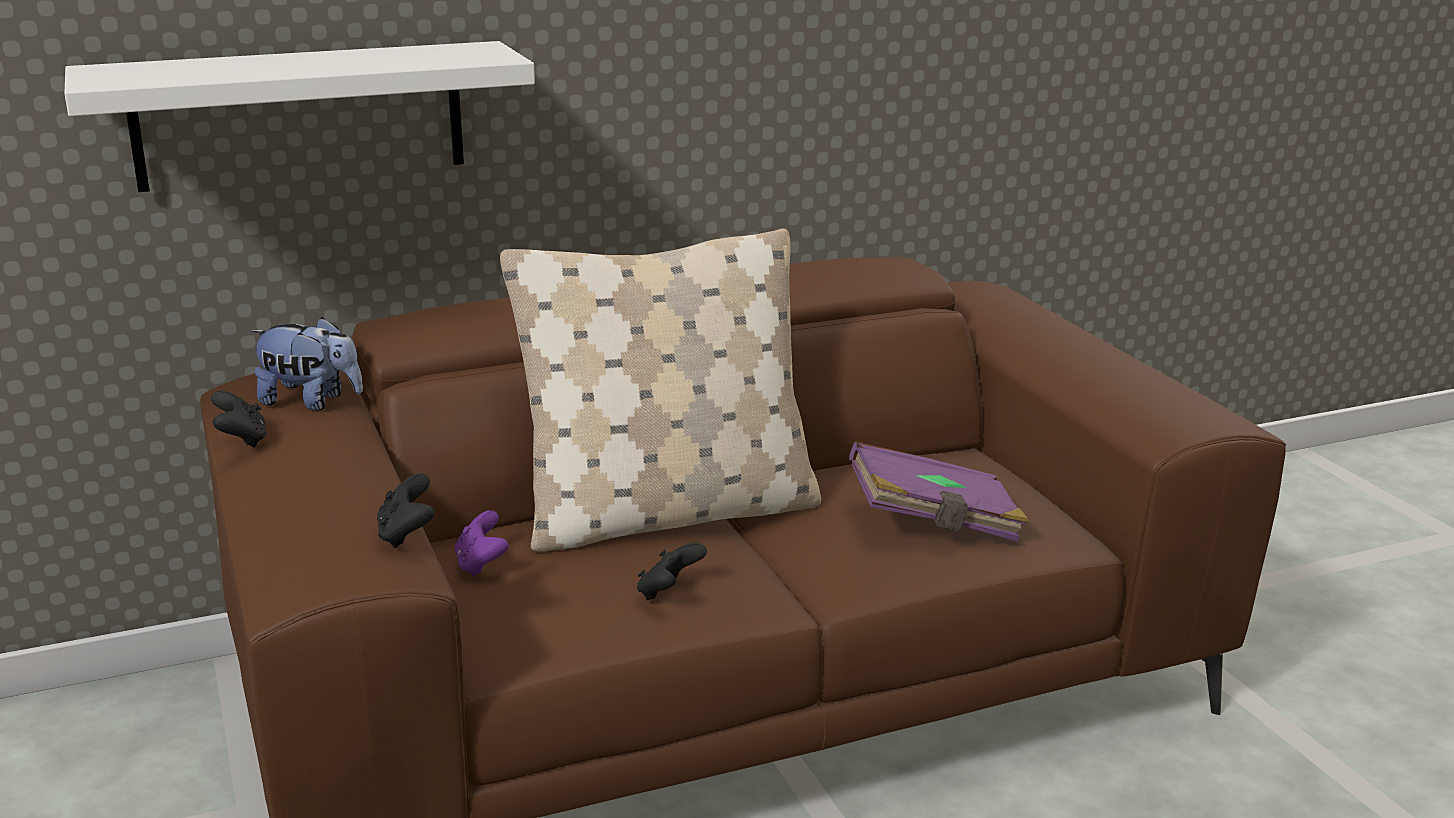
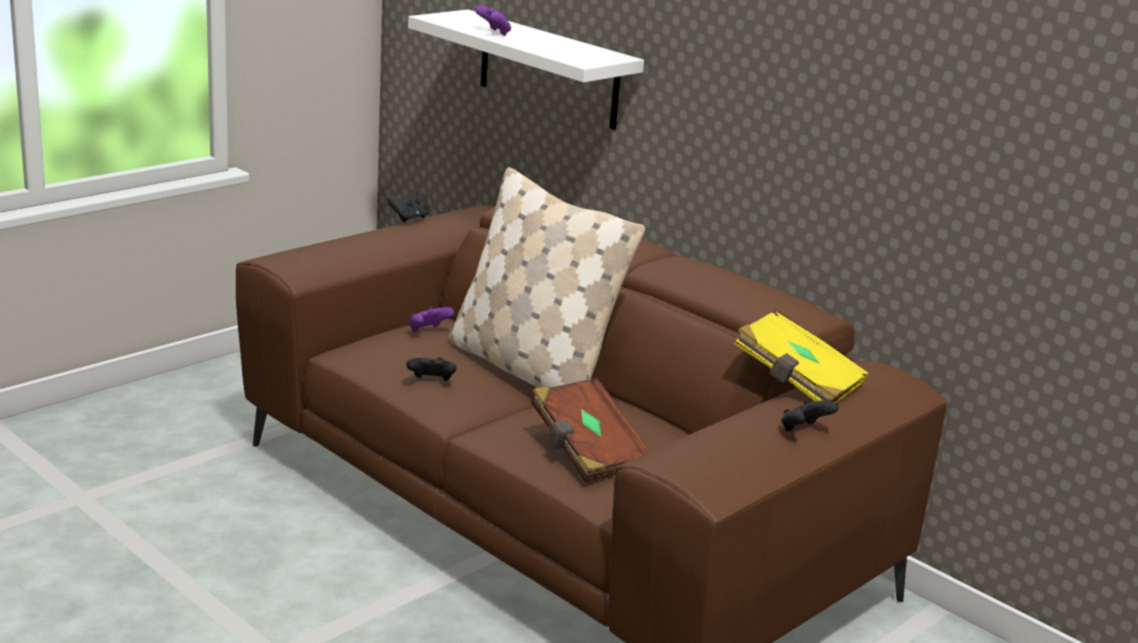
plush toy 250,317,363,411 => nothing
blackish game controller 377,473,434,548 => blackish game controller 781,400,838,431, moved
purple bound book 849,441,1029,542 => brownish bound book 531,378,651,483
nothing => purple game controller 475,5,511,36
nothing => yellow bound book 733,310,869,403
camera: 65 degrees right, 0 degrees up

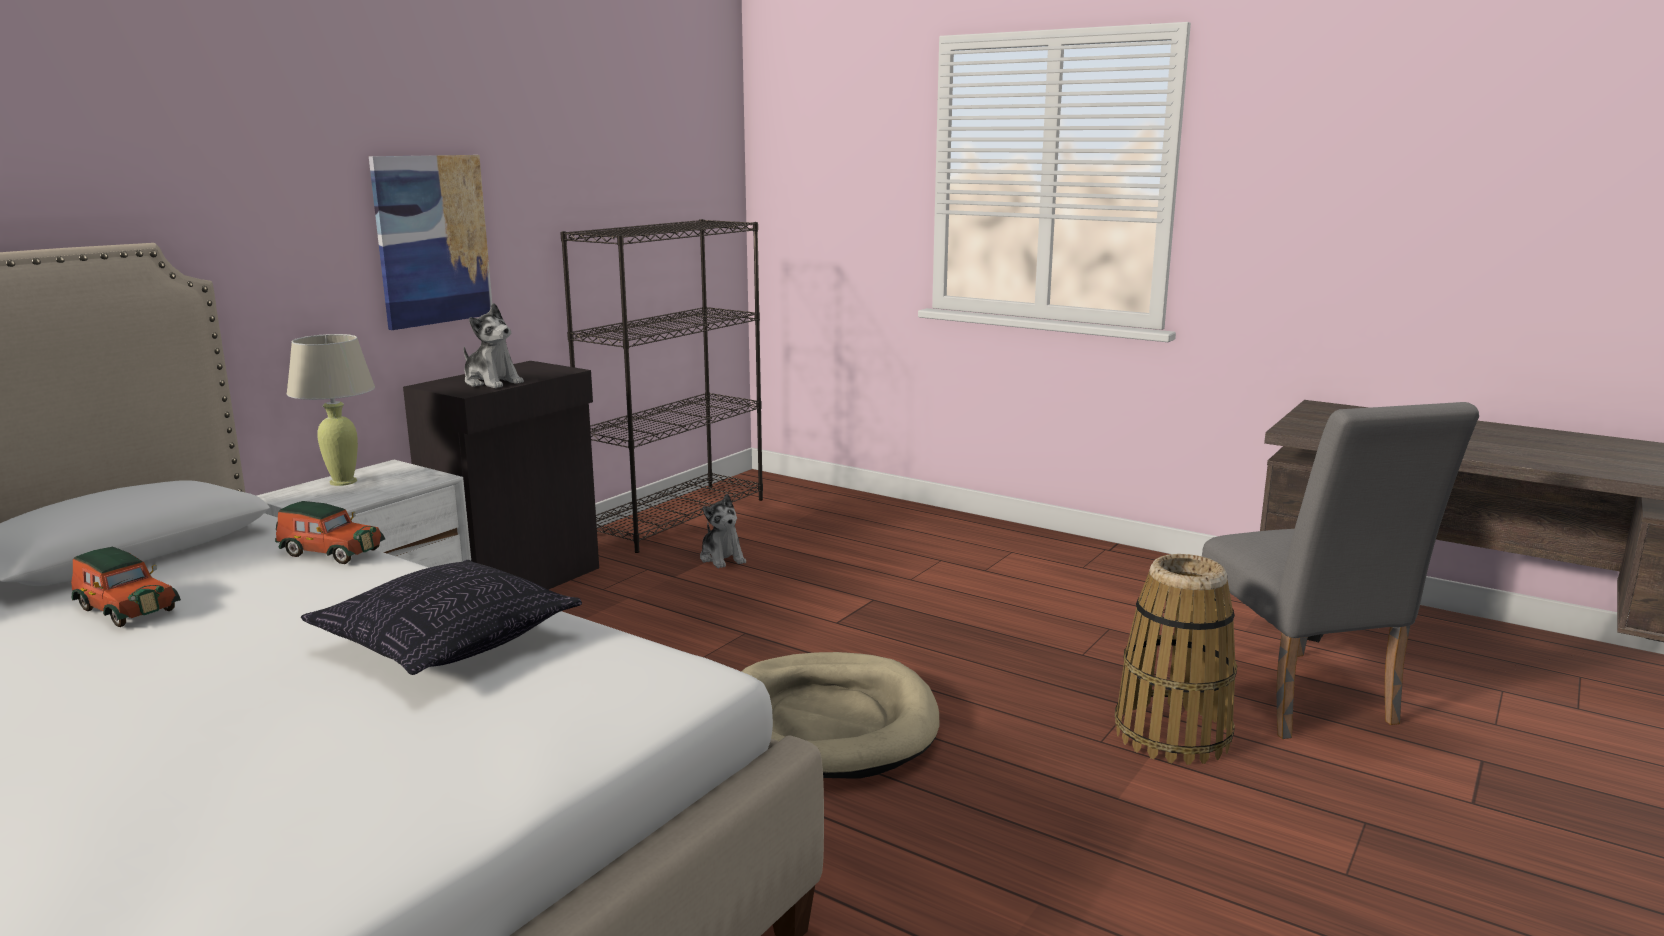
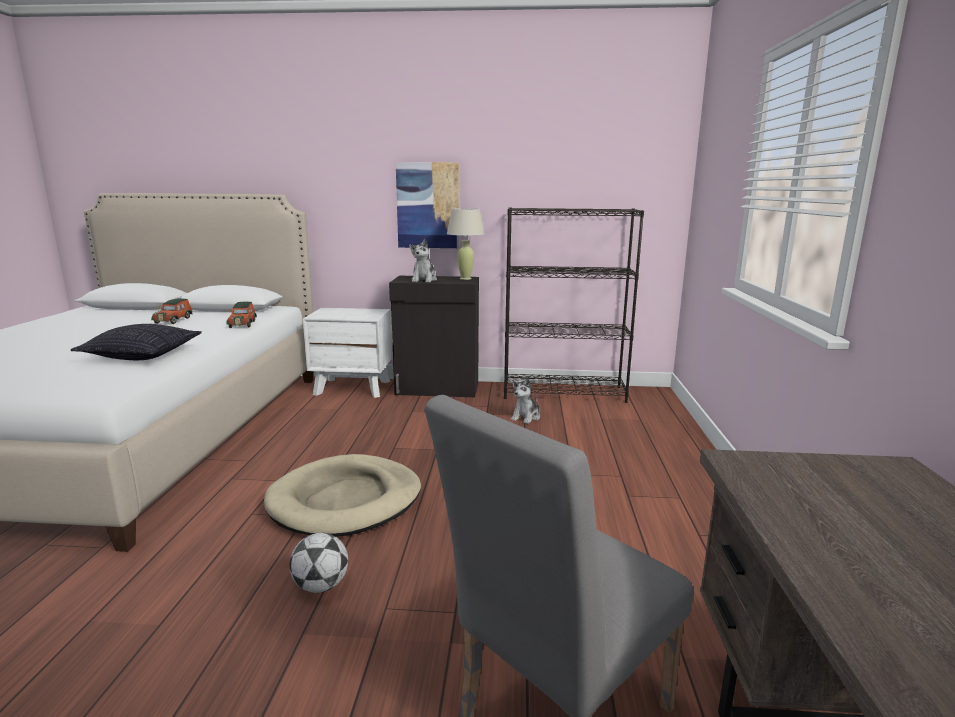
beige table lamp 286,334,375,486 => beige table lamp 447,208,485,280, moved
storage basket 1115,554,1237,765 => nothing
nothing => football 289,533,348,593
camera: 60 degrees right, 0 degrees up

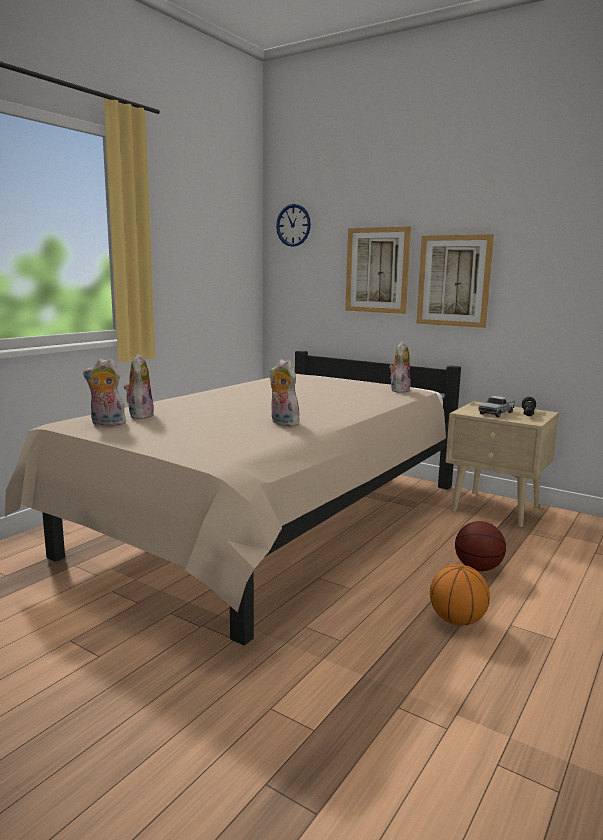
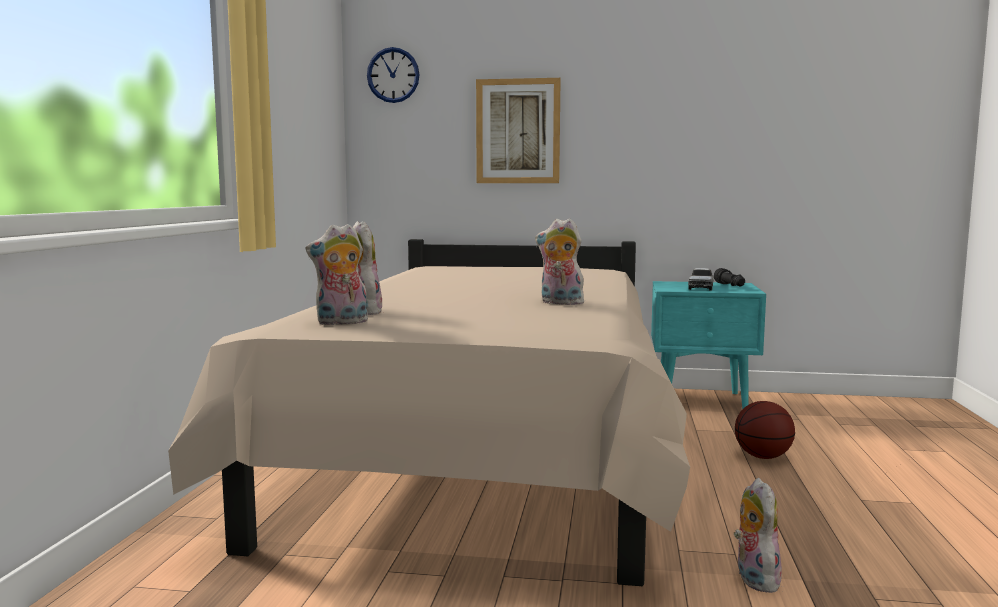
plush toy 389,341,411,393 => plush toy 734,478,782,593, moved
wall picture 416,234,494,328 => nothing
ball for basketball 430,564,490,626 => nothing
beige bedside table 446,401,559,527 => blue-green bedside table 651,281,766,409
camera: 25 degrees left, 5 degrees down

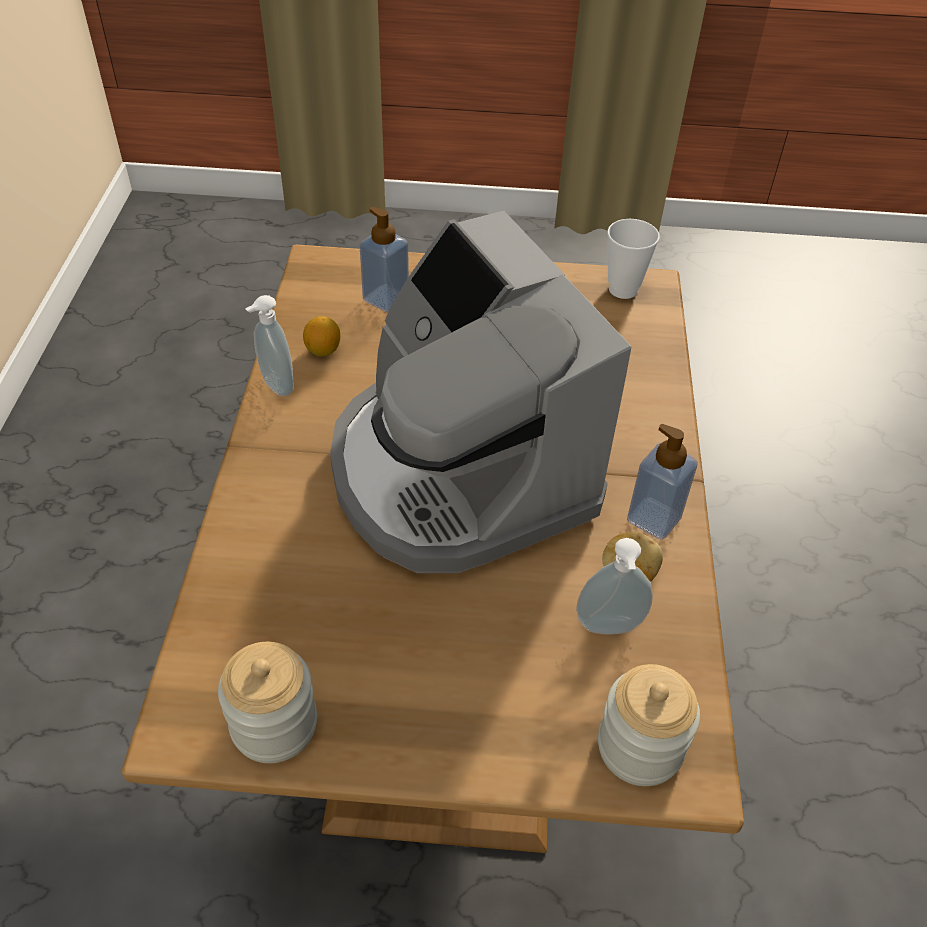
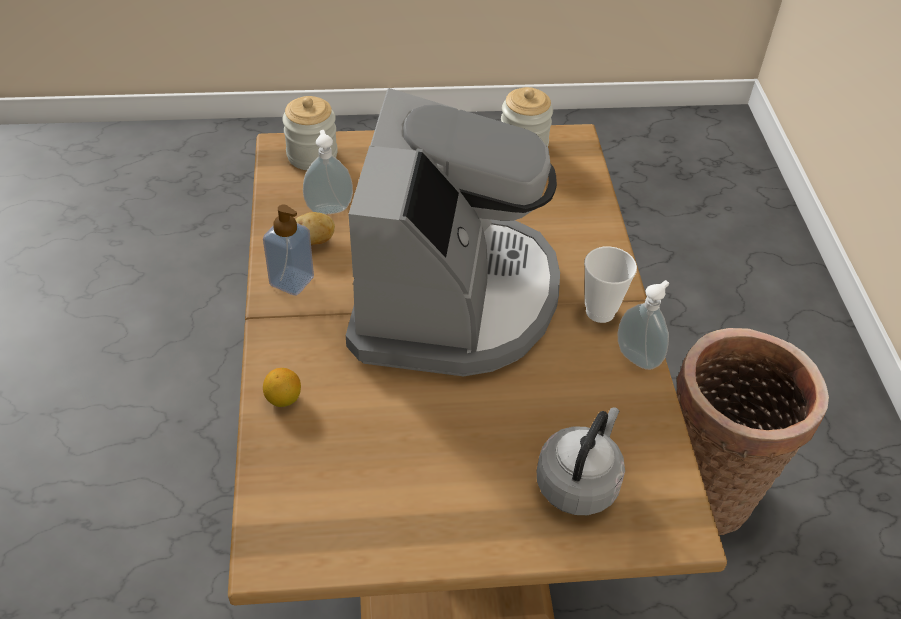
lemon 303,316,340,356 => lemon 263,368,301,407, moved
coffee maker 330,211,632,573 => coffee maker 346,88,560,376, 45 degrees clockwise
liquid soap bottle 360,207,409,312 => grey kettle 537,407,625,515
drinking cup 607,219,660,299 => drinking cup 584,246,637,323, moved
nothing => storage basket 676,328,829,535
camera: 170 degrees right, 0 degrees up

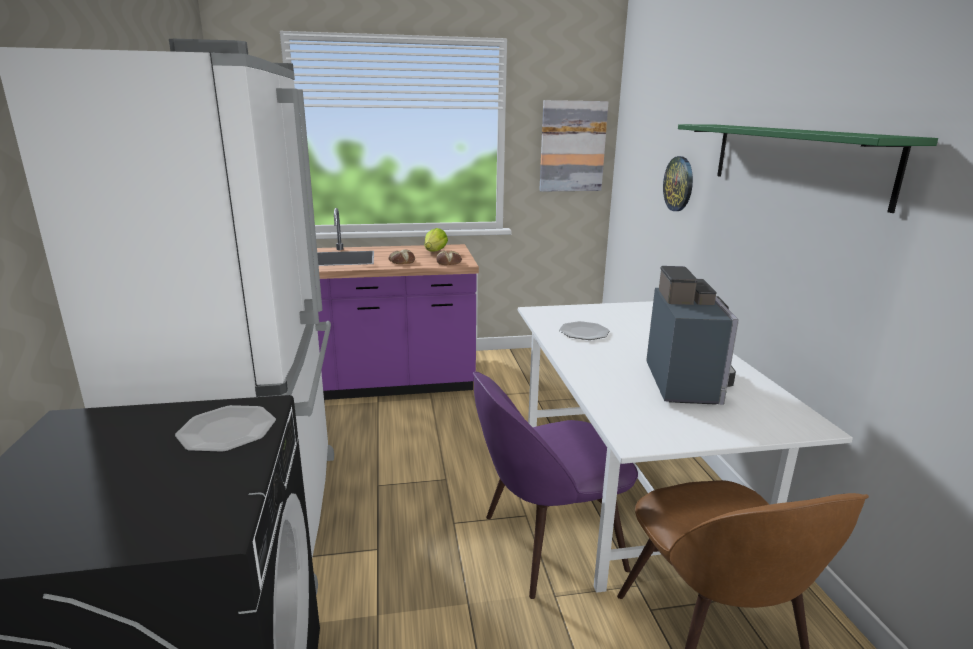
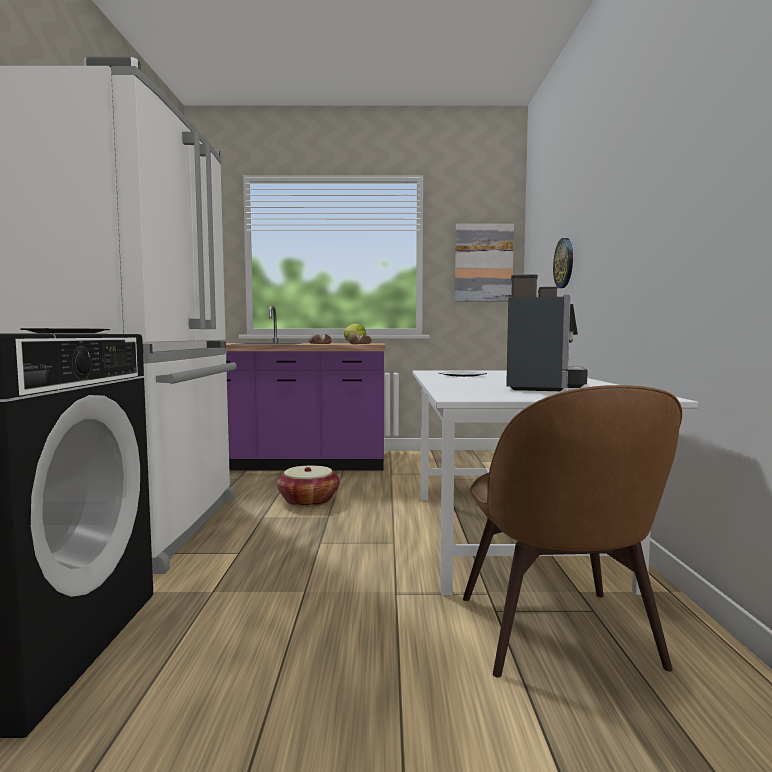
purple plain chair 473,371,638,599 => nothing
green-coloured wall shelf 678,124,938,213 => nothing
nothing => storage basket 277,466,340,507
camera: 10 degrees right, 15 degrees down

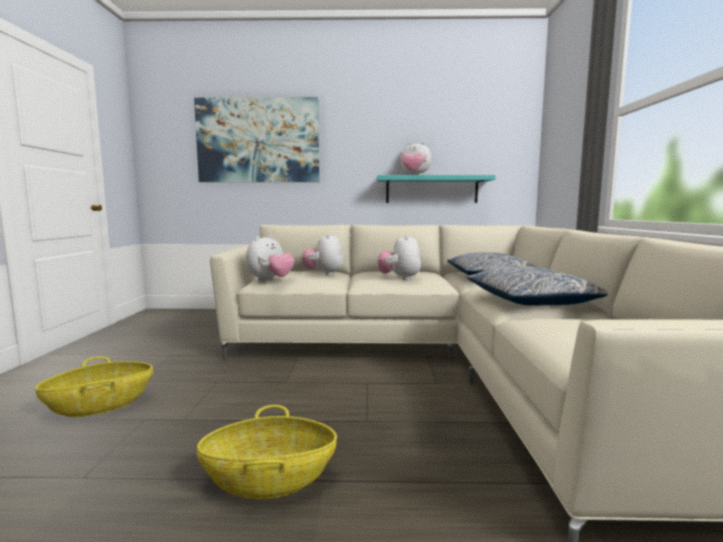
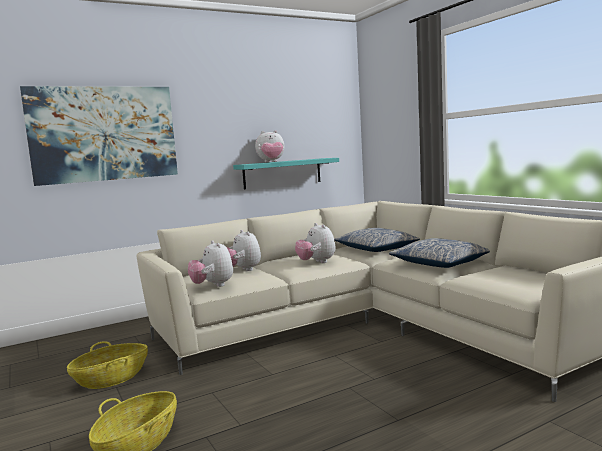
storage basket 197,405,337,499 => storage basket 67,341,148,389, moved
plush toy 245,235,294,281 => plush toy 188,240,233,287, 150 degrees clockwise
camera: 30 degrees left, 0 degrees up

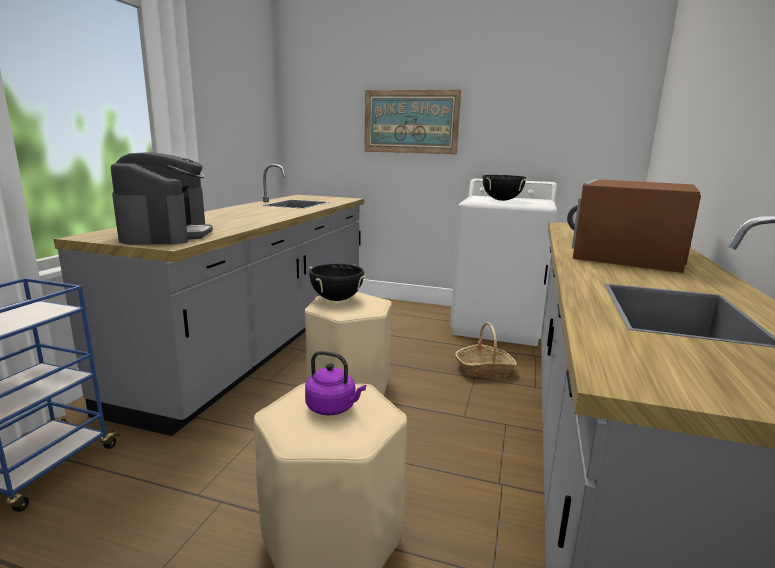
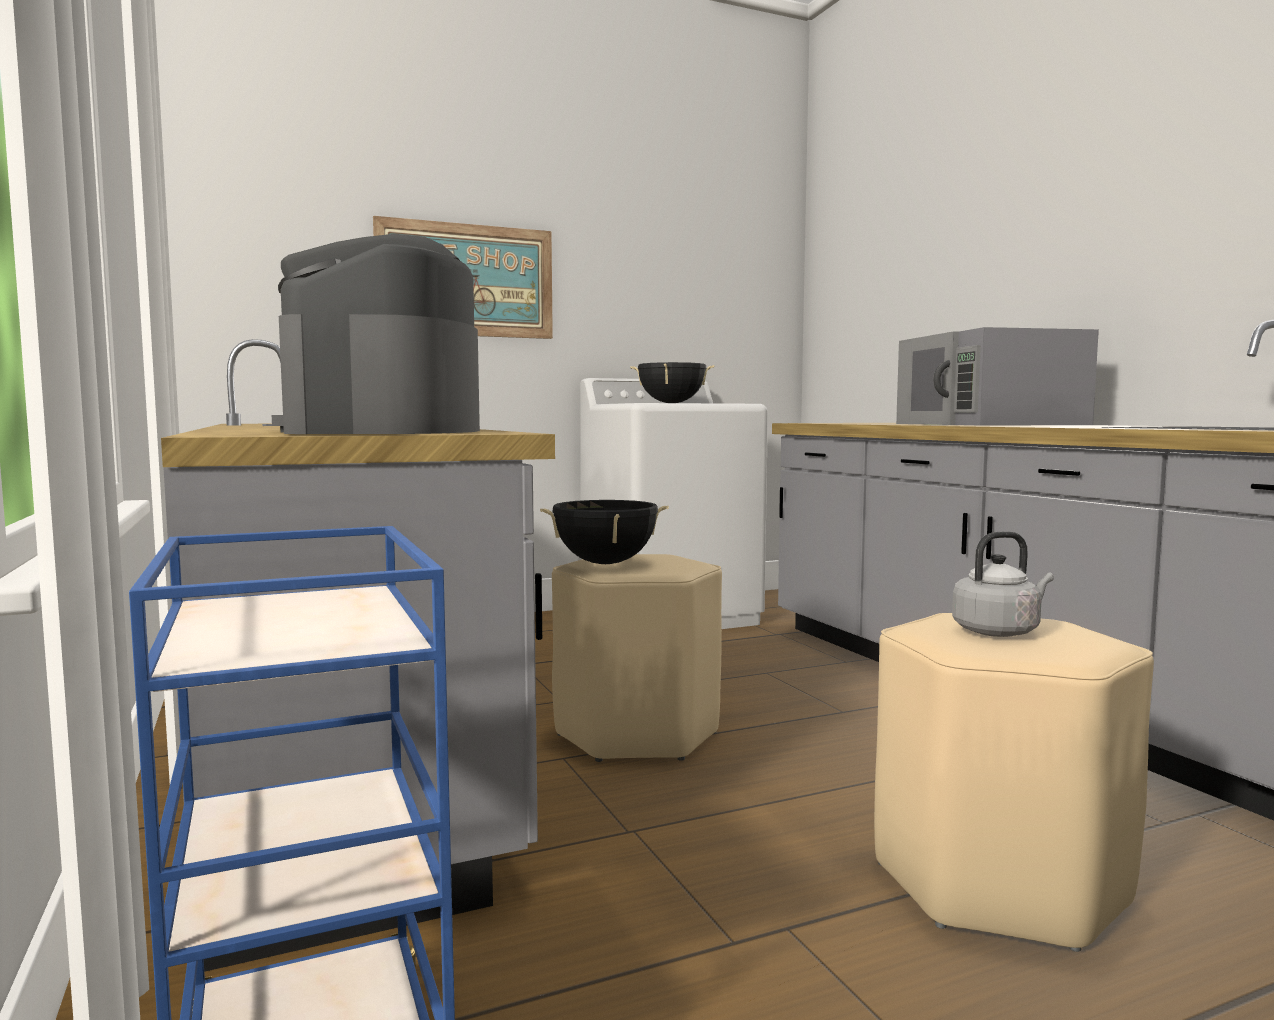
coffee maker 111,152,213,245 => coffee maker 272,234,480,434, 135 degrees counterclockwise
purple kettle 305,351,366,416 => grey kettle 952,531,1054,637
storage basket 455,322,517,377 => nothing
brownish microwave oven 567,179,701,273 => grey microwave oven 896,327,1099,426
camera: 40 degrees left, 10 degrees down

